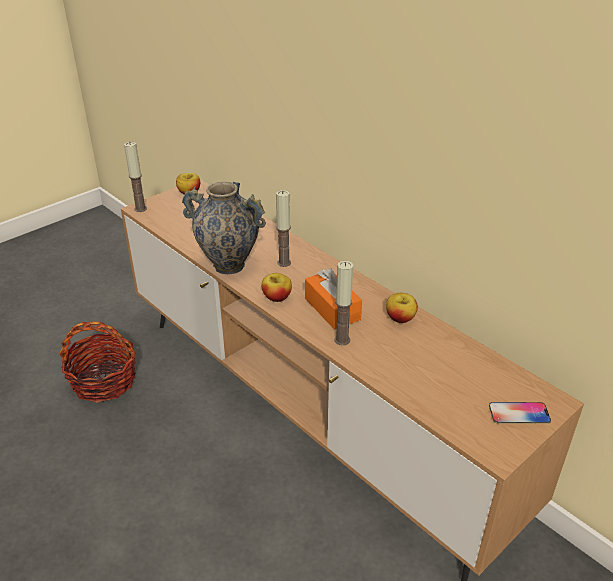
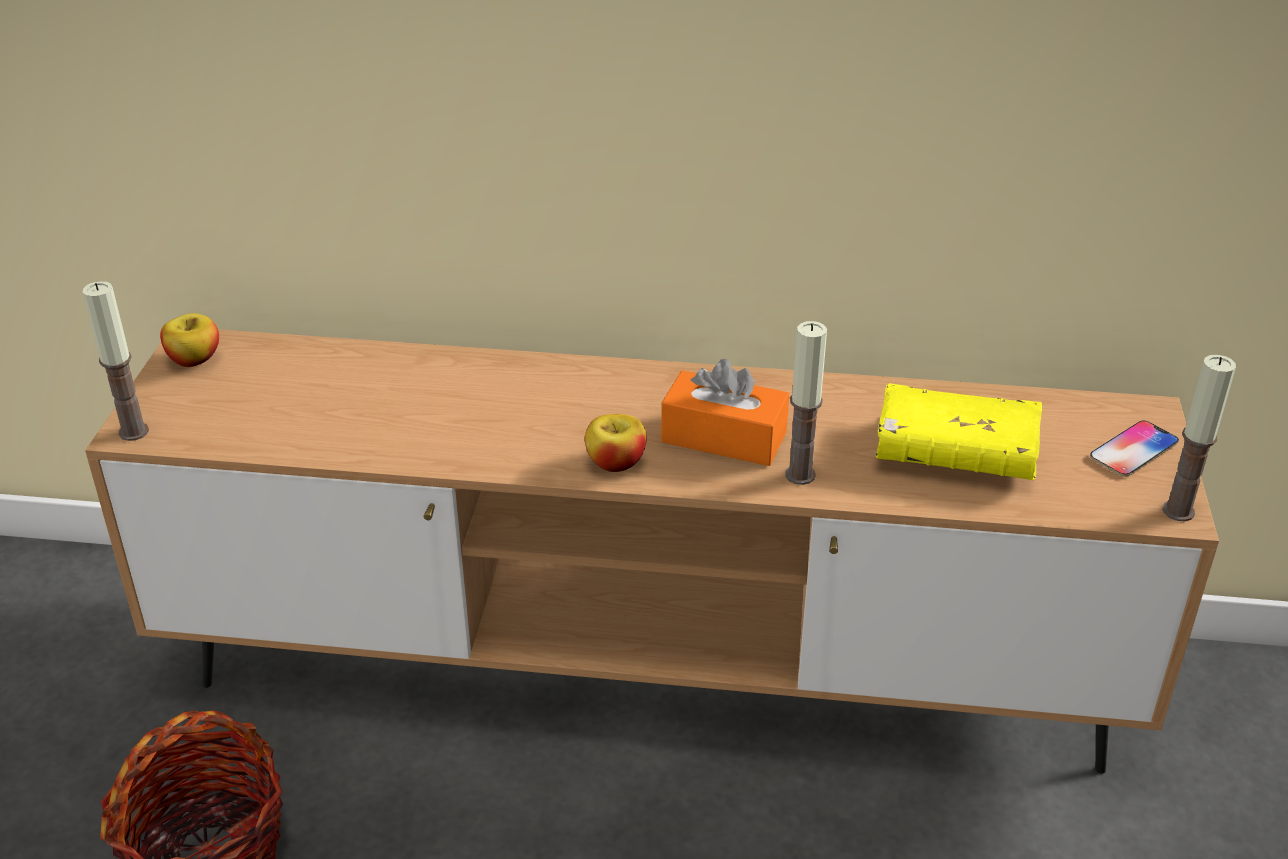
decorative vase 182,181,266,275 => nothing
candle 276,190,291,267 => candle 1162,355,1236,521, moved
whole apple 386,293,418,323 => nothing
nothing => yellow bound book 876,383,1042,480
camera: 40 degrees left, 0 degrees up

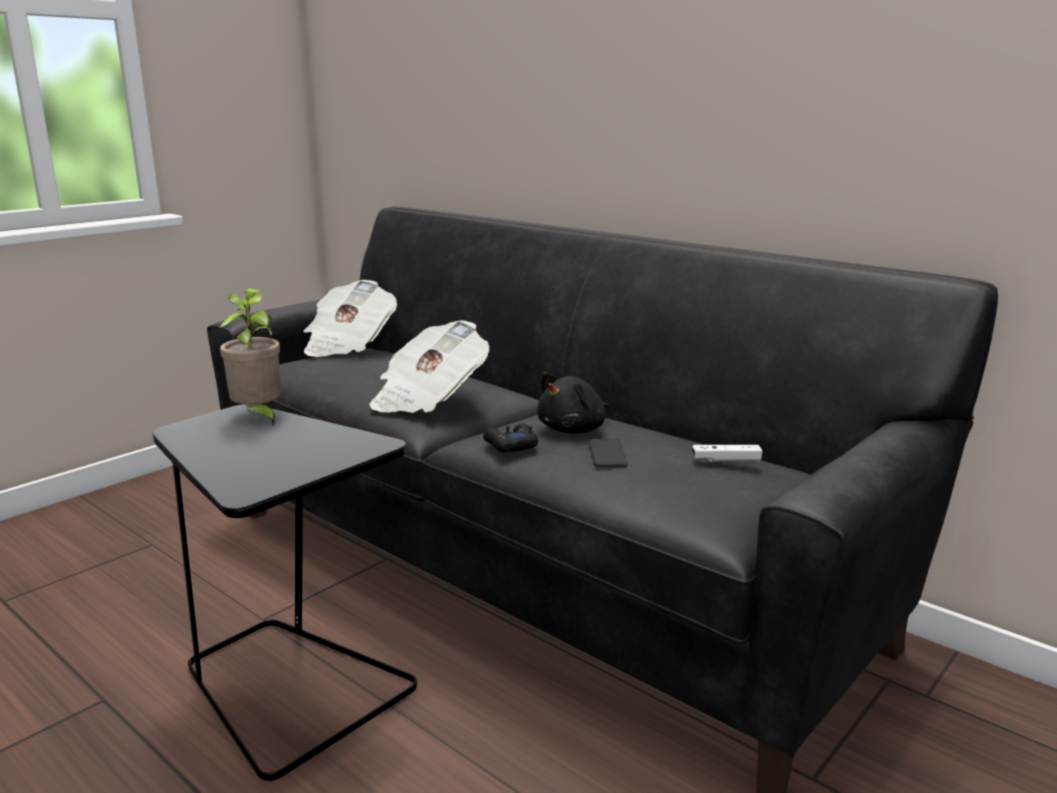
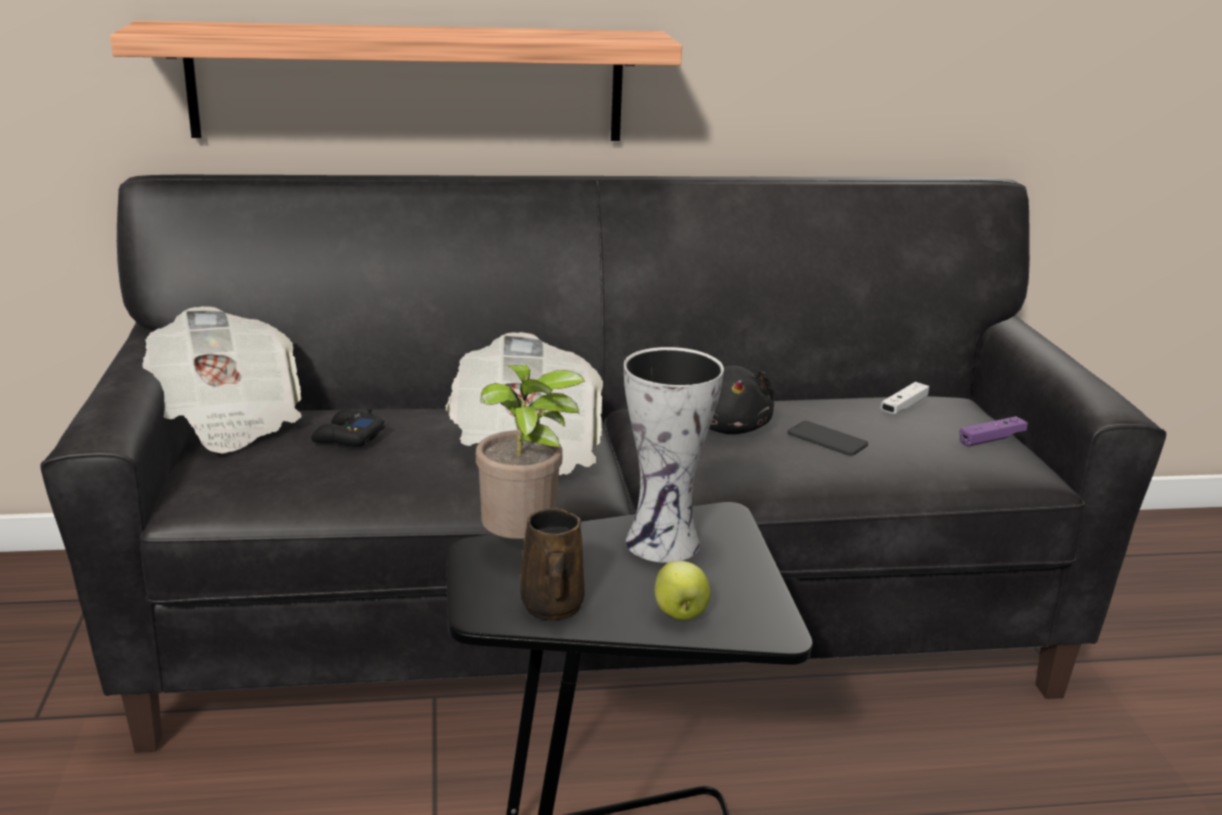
blackish game controller 483,423,538,452 => blackish game controller 311,408,385,447, moved
nothing => wall shelf 110,21,682,141
nothing => brownish coffee mug 520,508,585,620
nothing => decorative vase 624,347,724,563
nothing => whole apple 655,561,710,620
nothing => purple game controller 959,416,1028,447
camera: 50 degrees left, 5 degrees up

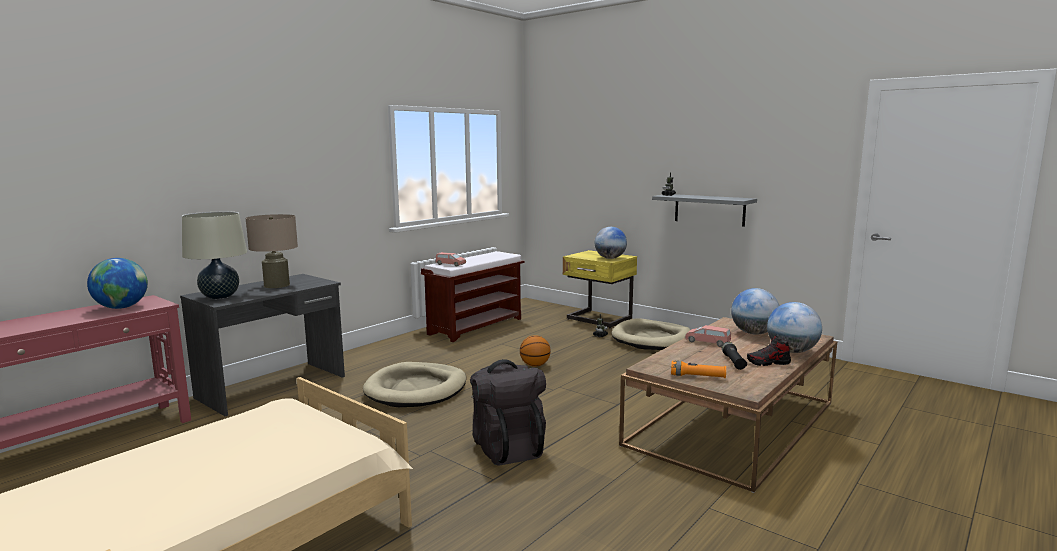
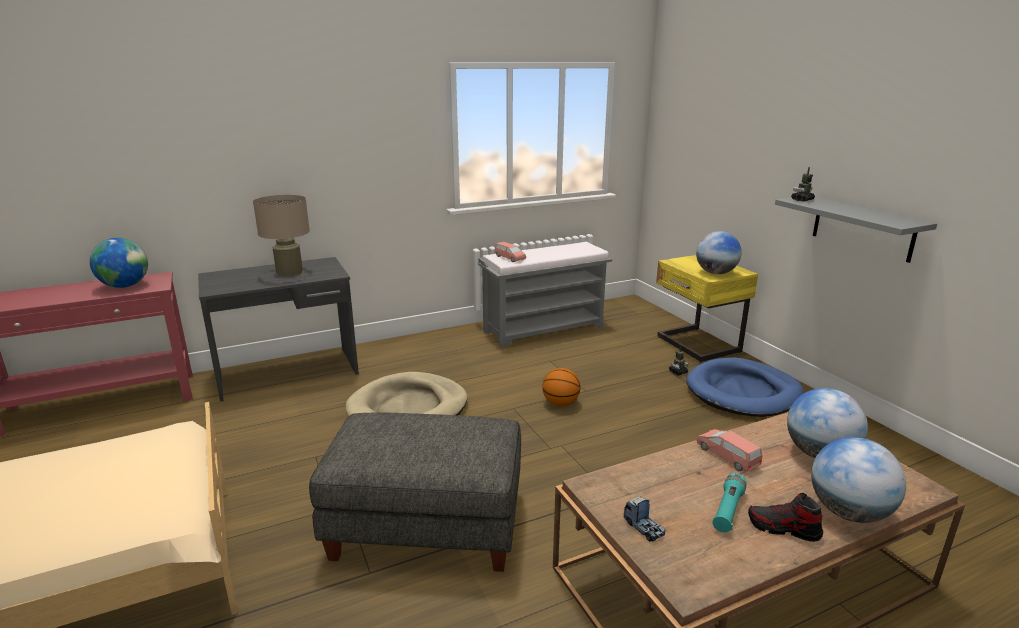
beige table lamp 182,211,247,299 => nothing
brownish indoor bench 421,251,524,342 => grey indoor bench 478,242,612,348
blackish knapsack 470,359,546,465 => grey pouffe 309,413,521,572
beige dog cushion 612,318,691,350 => blue dog cushion 686,357,804,417
orange flashlight 671,361,726,378 => toy truck 624,496,665,542
blackish flashlight 722,342,747,370 => blue-green flashlight 712,473,746,533
camera: 25 degrees right, 10 degrees up

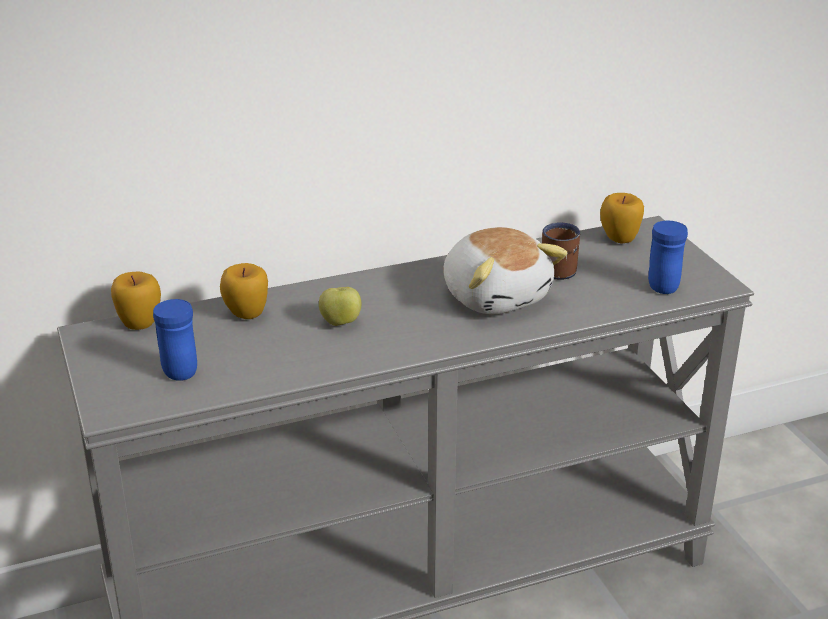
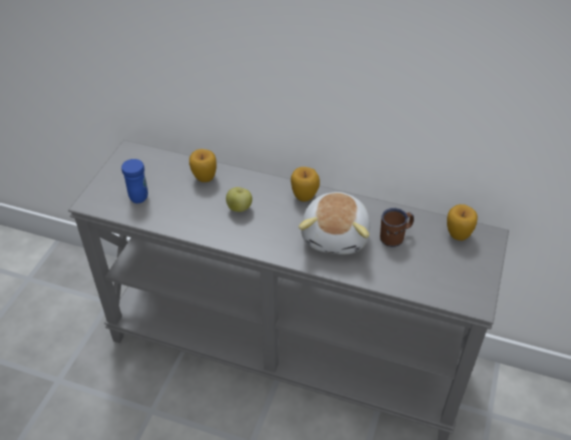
whole apple 111,272,161,330 => whole apple 291,167,320,202, moved
blue coffee mug 648,221,688,294 => nothing
camera: 40 degrees right, 15 degrees up

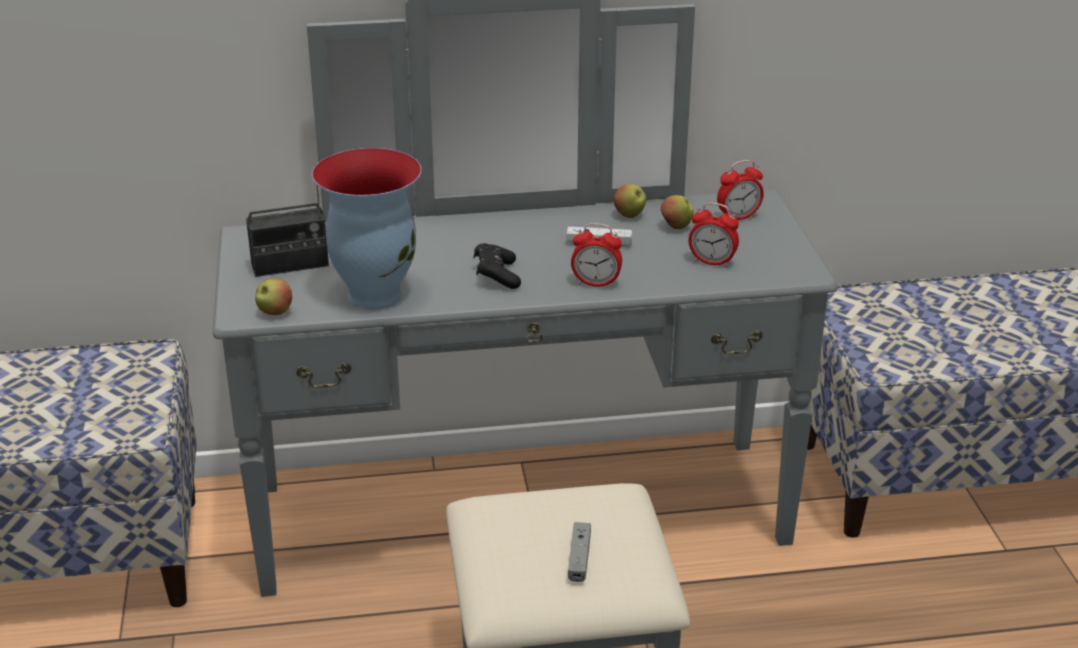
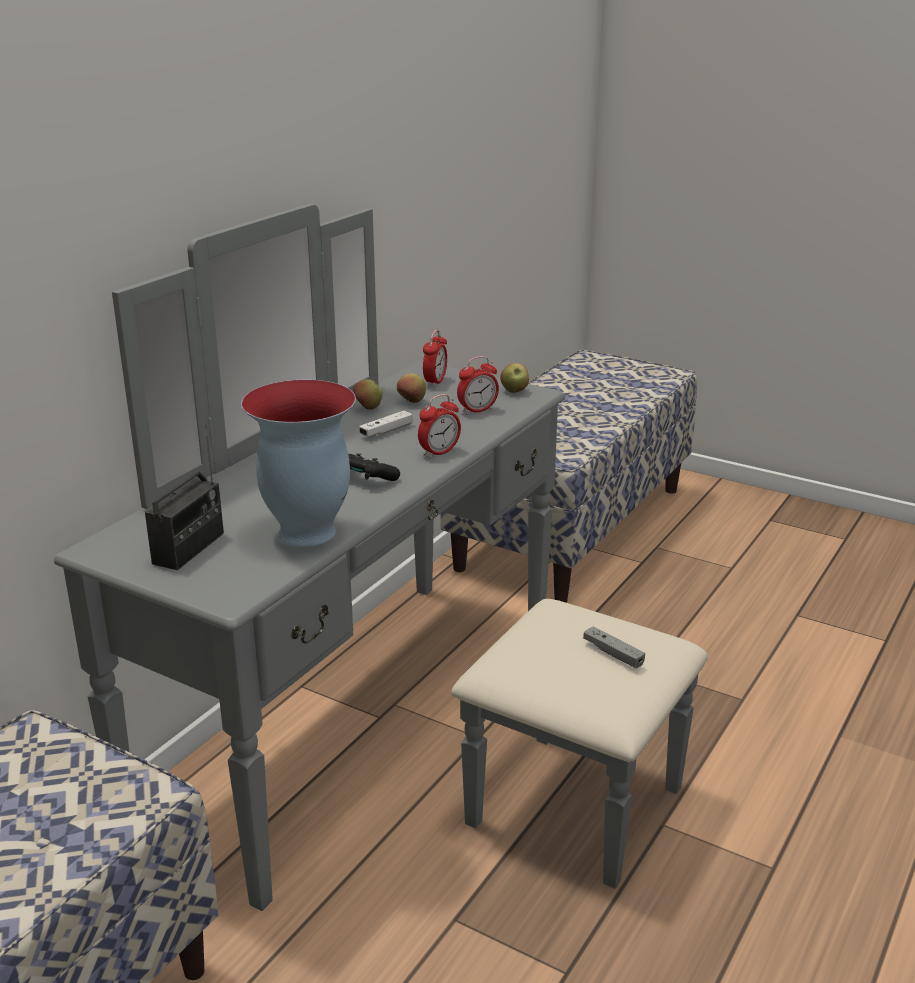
whole apple 255,278,292,315 => whole apple 500,363,529,393, moved
camera: 50 degrees left, 5 degrees down

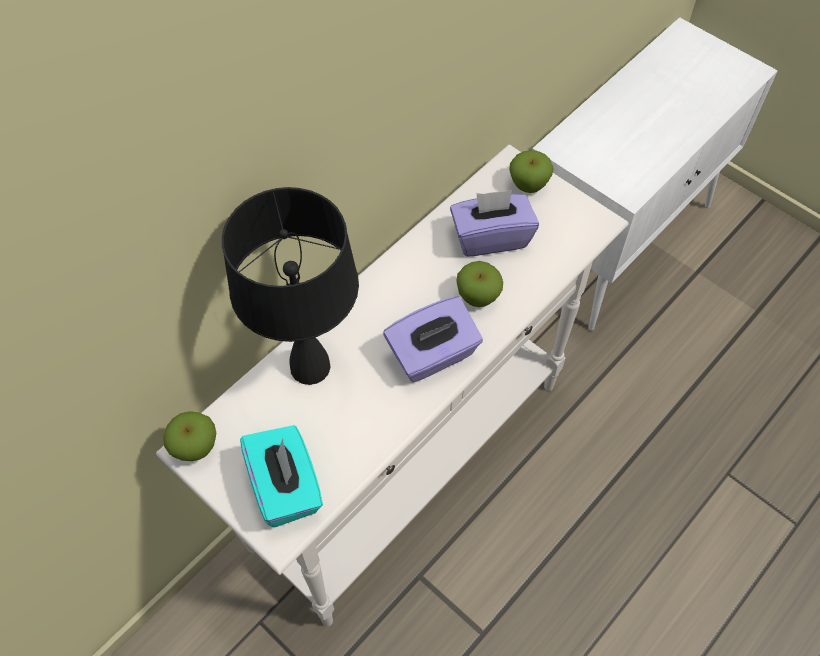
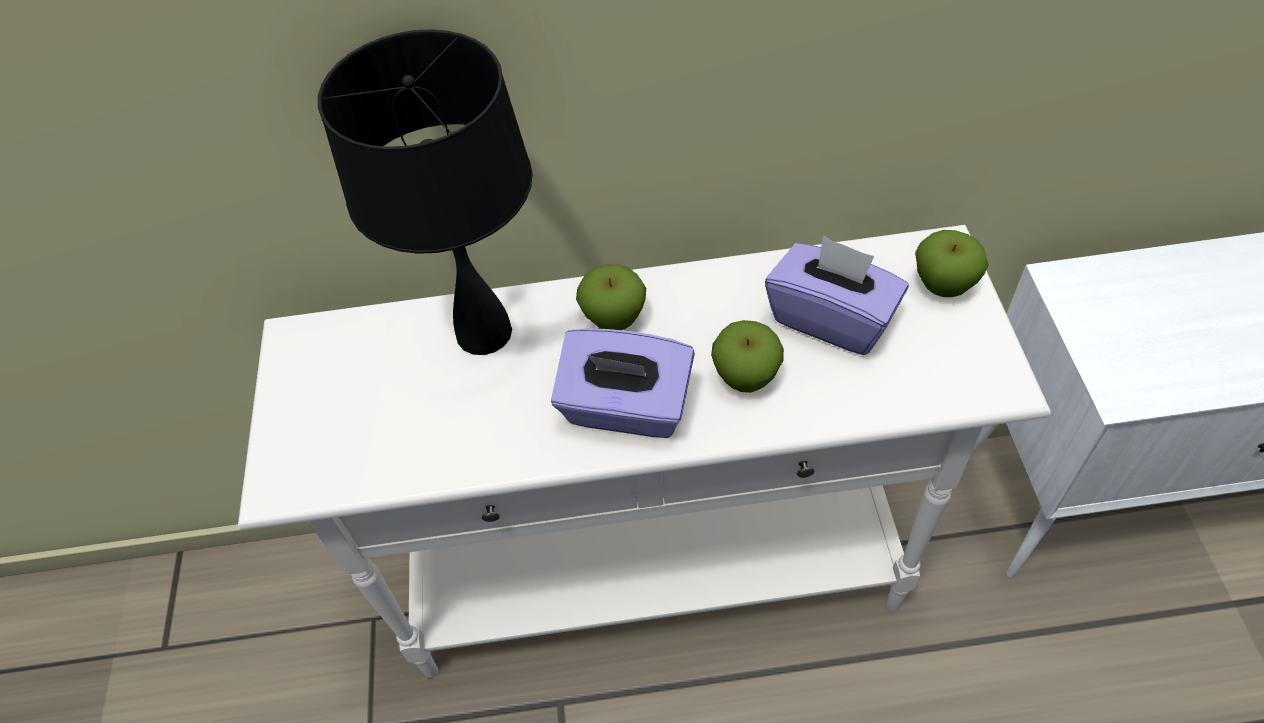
whole apple 163,411,216,461 => whole apple 576,264,646,330, moved
blue-green tissue holder 240,425,323,527 => nothing
camera: 45 degrees right, 5 degrees down

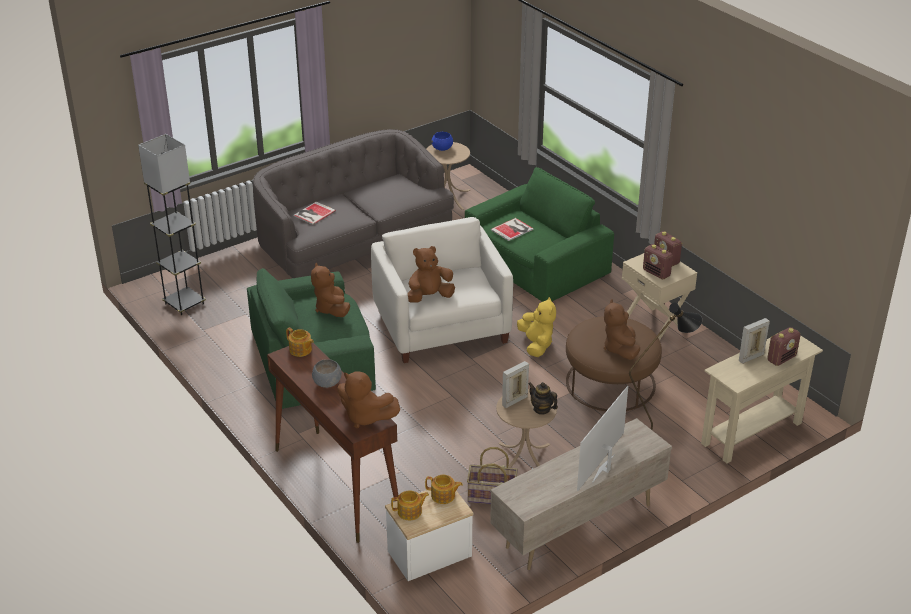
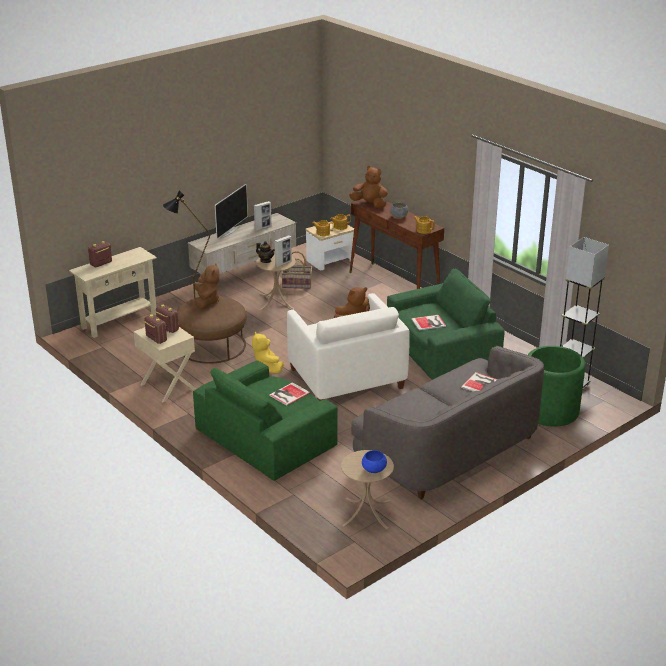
brownish plush toy 311,263,350,317 => bound book 411,315,446,330
photo frame 739,318,770,364 => photo frame 254,201,271,231, moved
nothing => green-coloured plant pot 528,346,586,427
camera: 175 degrees right, 5 degrees down

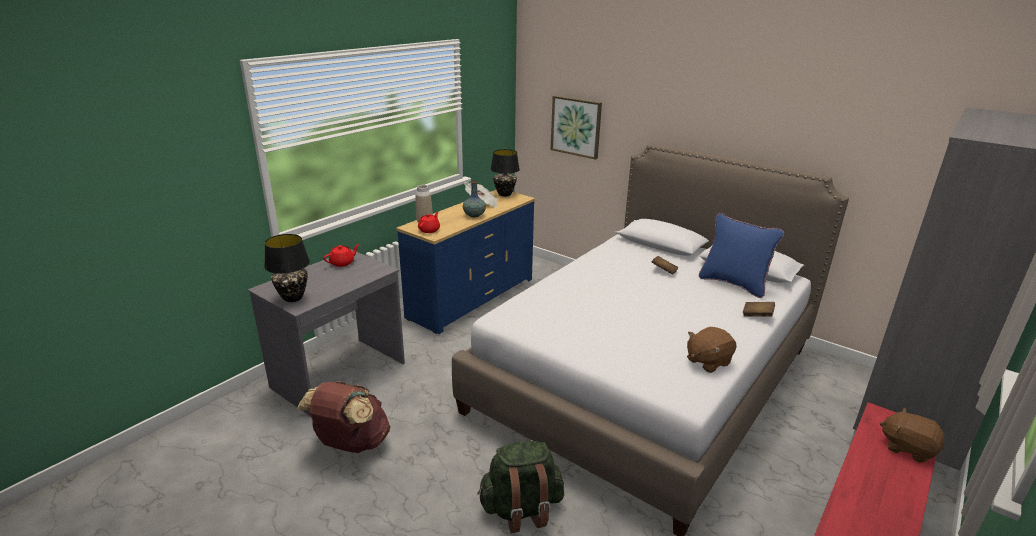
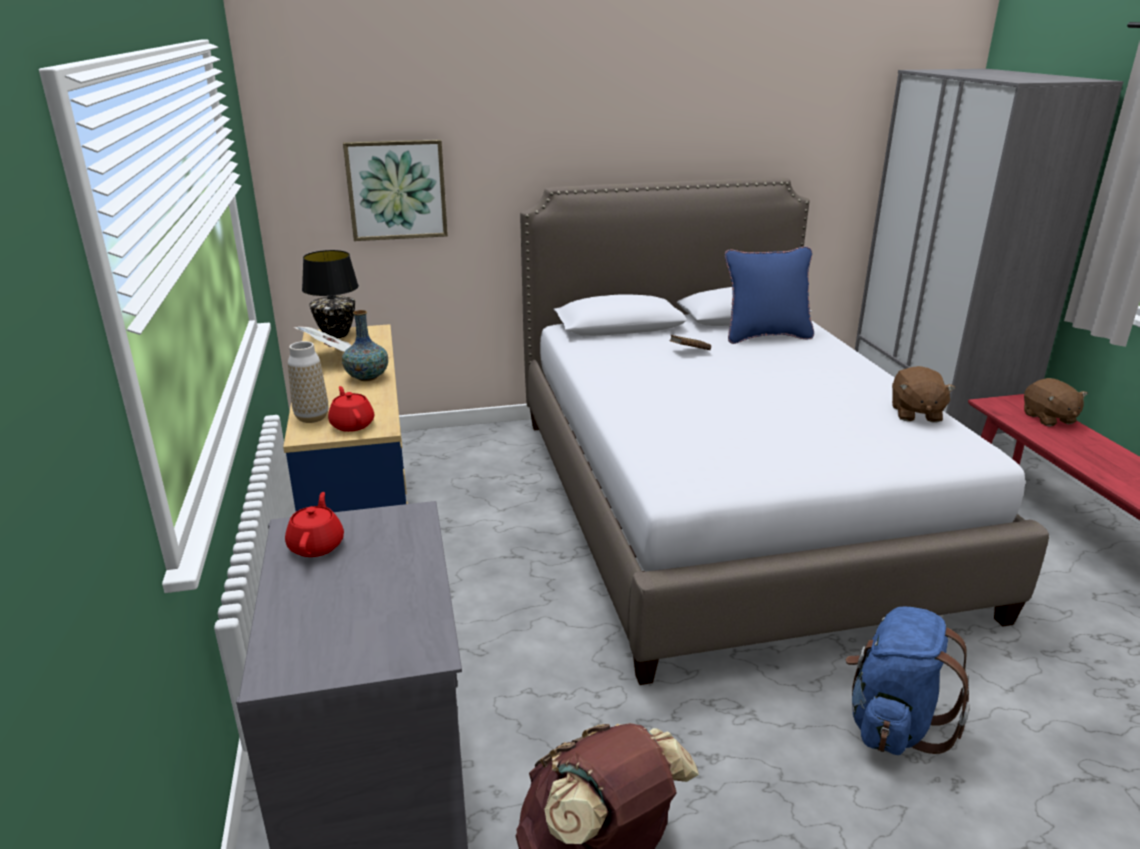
blackish table lamp 264,234,310,302 => nothing
green-coloured knapsack 477,441,564,533 => blue knapsack 846,607,970,755
brownish bound book 743,302,775,317 => nothing
brownish plush toy 880,408,944,463 => brownish plush toy 1024,378,1088,427, 90 degrees counterclockwise
camera: 50 degrees left, 0 degrees up

